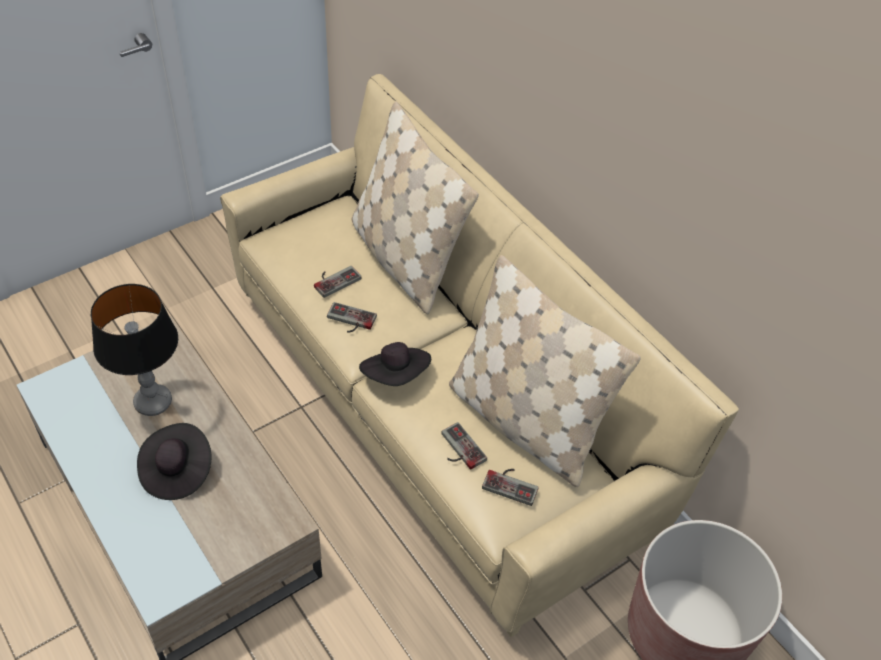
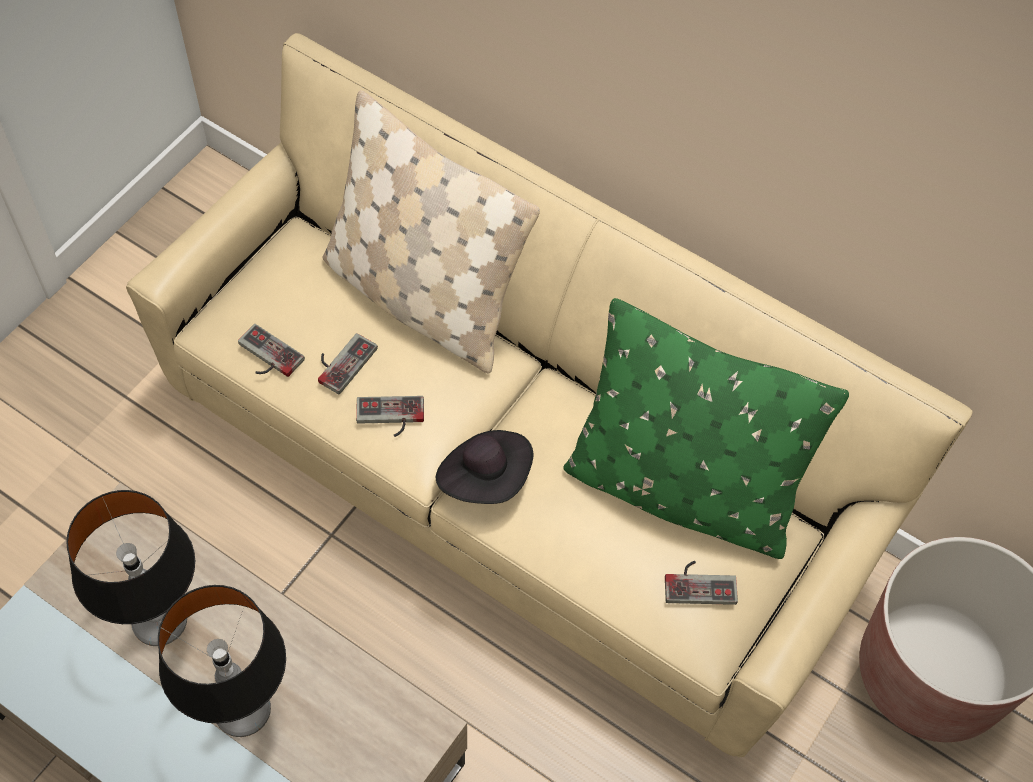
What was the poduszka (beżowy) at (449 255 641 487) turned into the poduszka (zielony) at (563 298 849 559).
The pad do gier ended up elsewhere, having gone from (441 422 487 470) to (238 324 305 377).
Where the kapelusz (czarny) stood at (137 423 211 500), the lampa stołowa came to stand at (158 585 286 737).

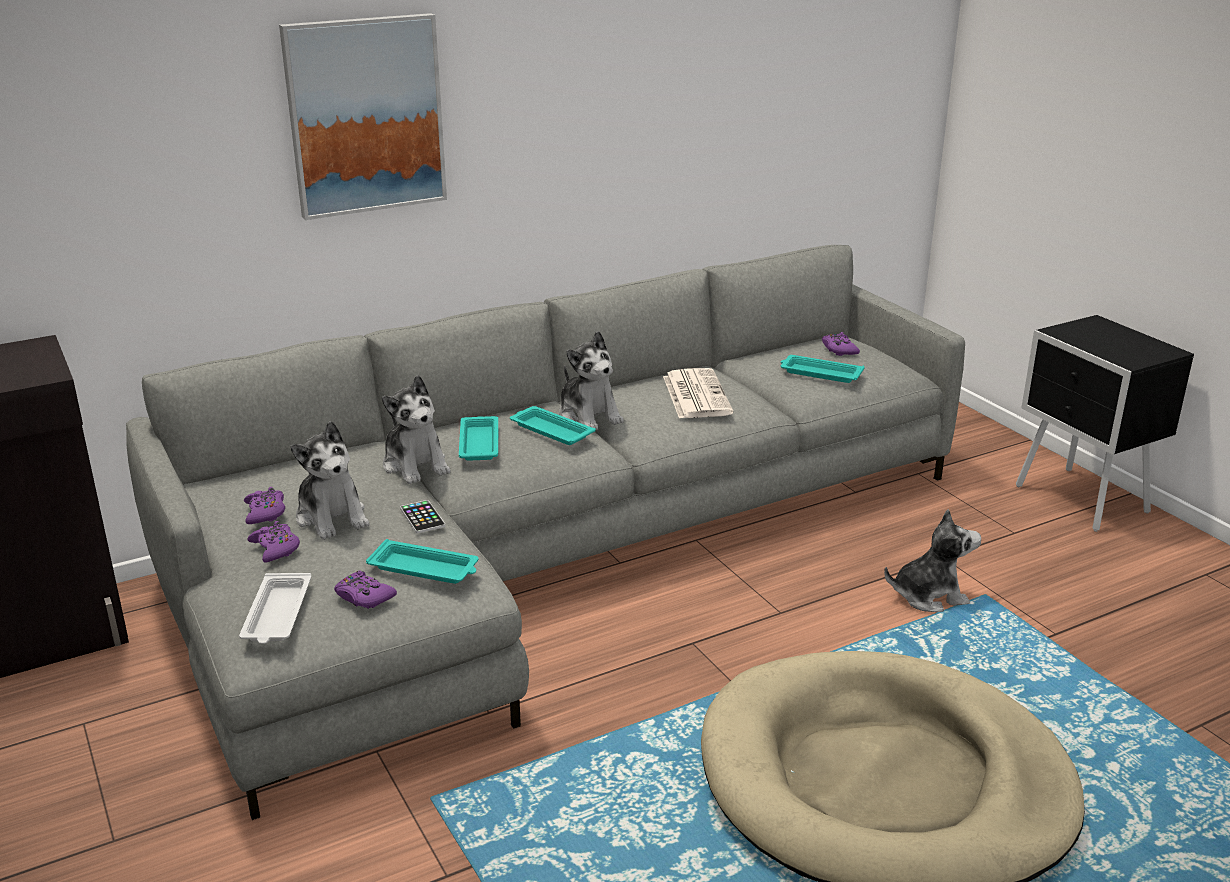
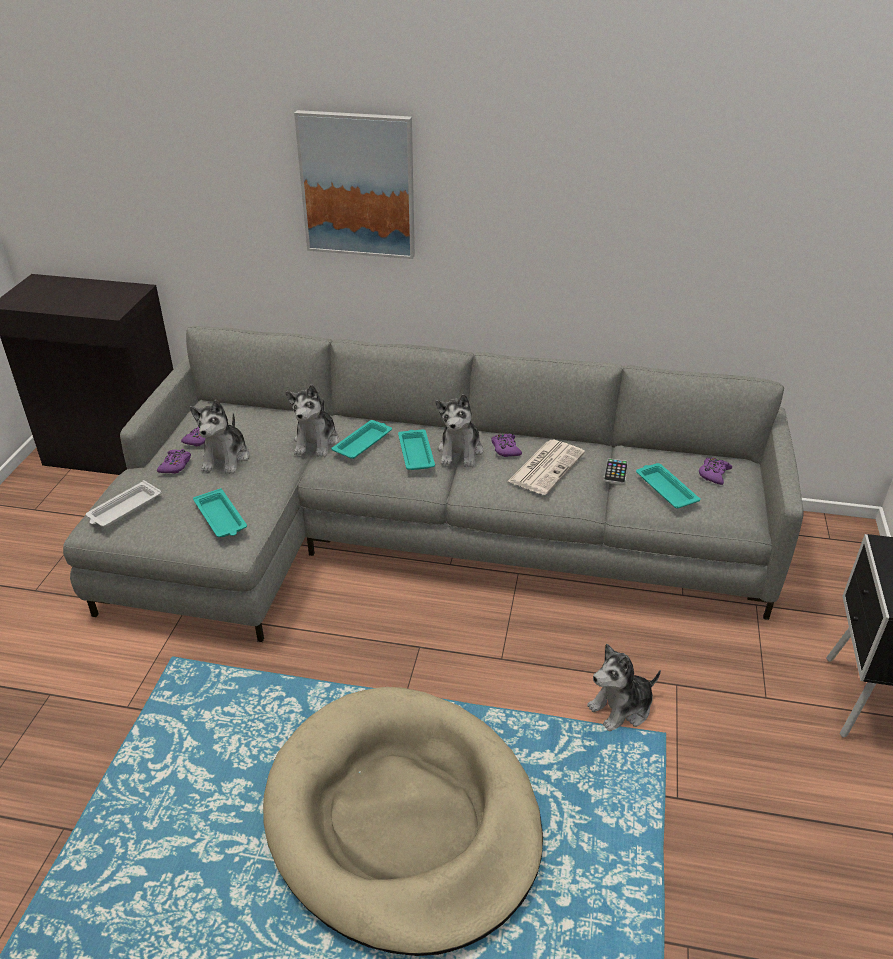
The telefon ended up elsewhere, having gone from (400 500 445 533) to (604 458 628 484).
The pluszak at (884 509 981 612) ended up facing another way, 120 degrees clockwise from before.
The pad do gier (fioletowy) ended up elsewhere, having gone from (334 571 397 609) to (491 433 522 457).

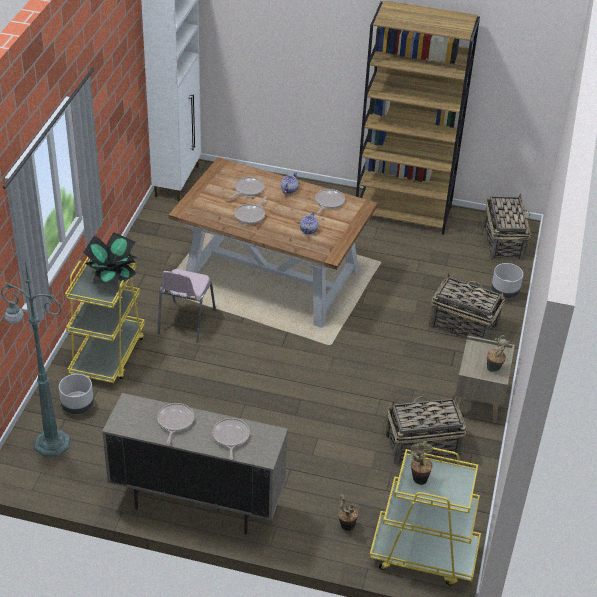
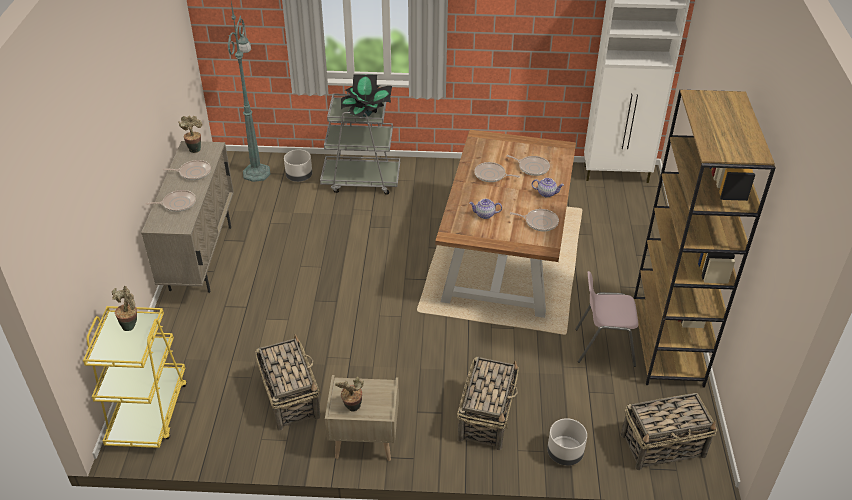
What was the wózek (żółty) at (65 257 145 383) turned into the wózek (szary) at (320 92 400 195).
The krzesło (różowy) ended up elsewhere, having gone from (158 269 216 343) to (575 271 638 367).
The roślina doniczkowa ended up elsewhere, having gone from (338 494 358 531) to (179 116 202 153).

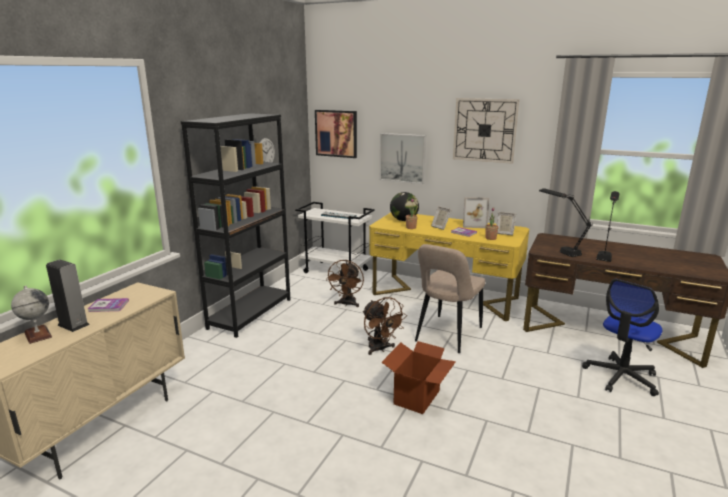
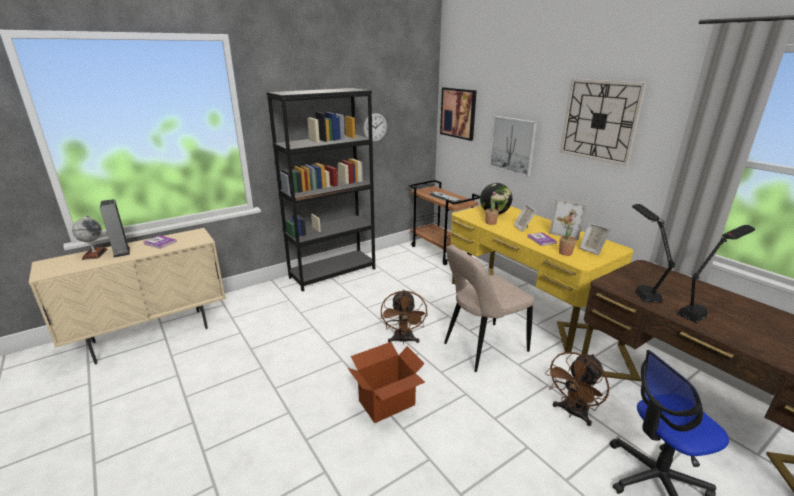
What was the wózek (biały) at (295 202 375 273) turned into the wózek (brązowy) at (408 180 480 265).
The wentylator (brązowy) ended up elsewhere, having gone from (327 260 364 307) to (545 352 609 426).

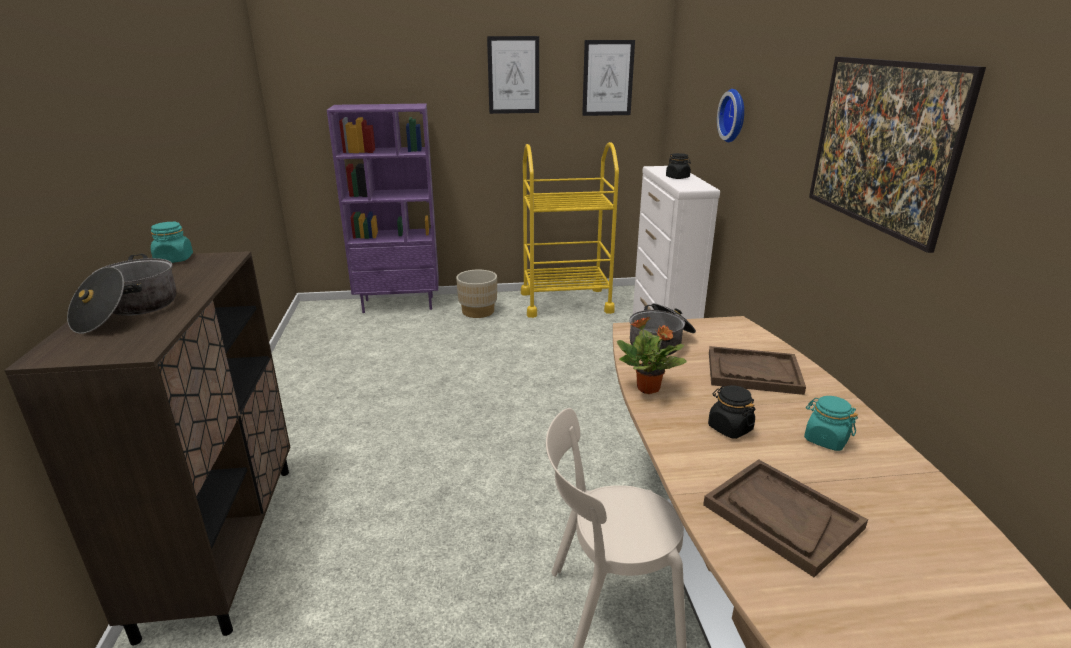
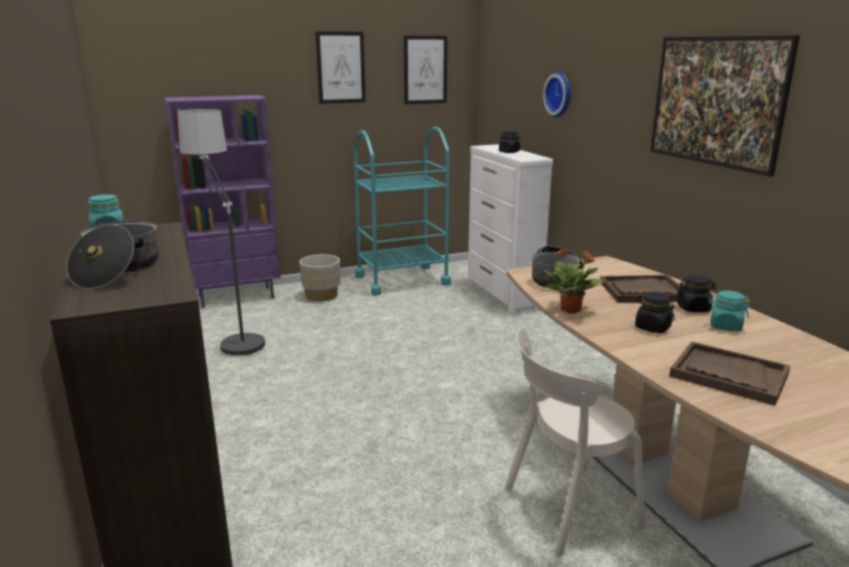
What was the wózek (żółty) at (521 142 619 318) turned into the wózek (turkusowy) at (353 127 451 296).
The second view gained the lampa stojąca at (177 109 265 358).
The second view gained the słoik (czarny) at (676 275 716 312).

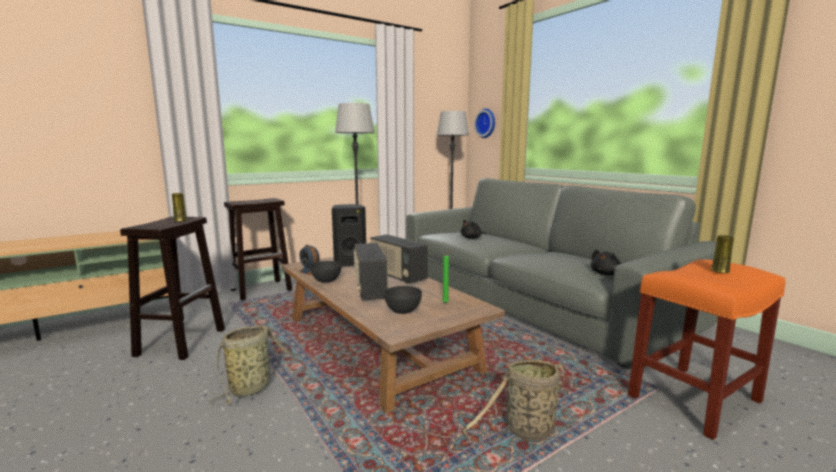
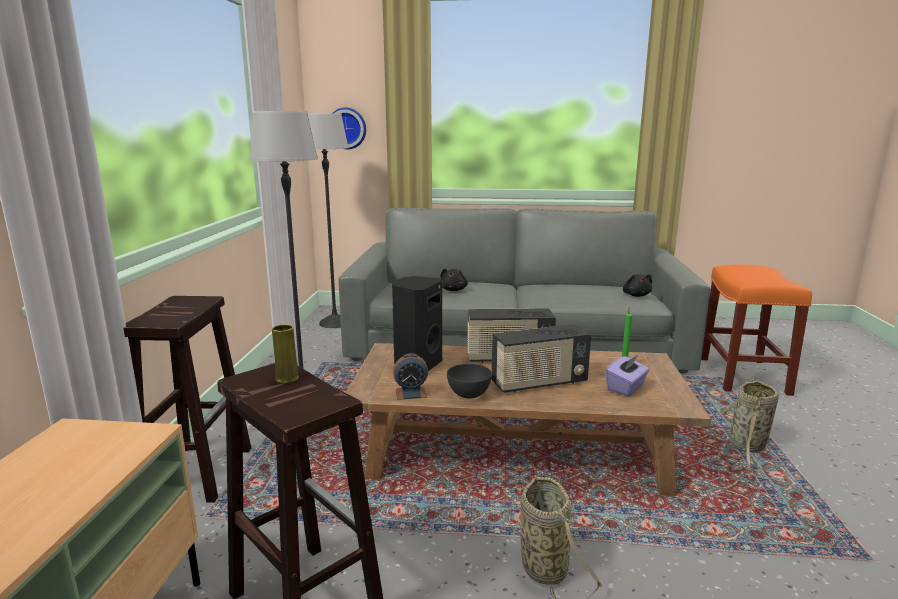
The second view lost the wazon (żółty) at (711 235 734 273).
The radio at (354 243 388 301) ended up facing another way, 45 degrees counterclockwise from before.
Where the miska (szary) stood at (384 286 422 314), the pudełko chusteczek (fioletowy) came to stand at (606 354 650 396).

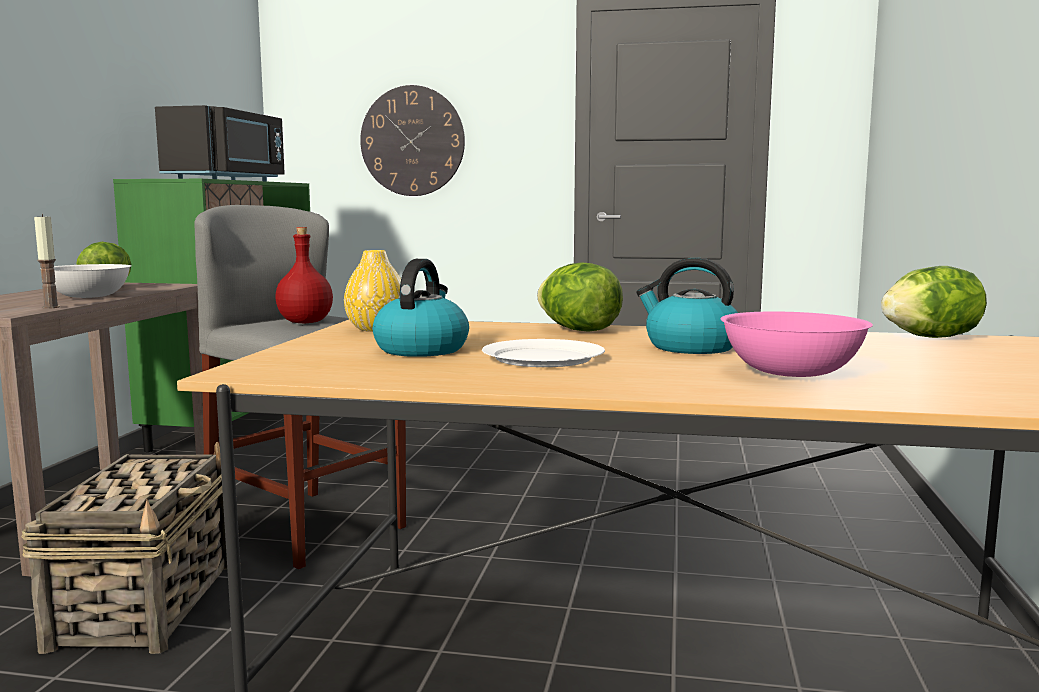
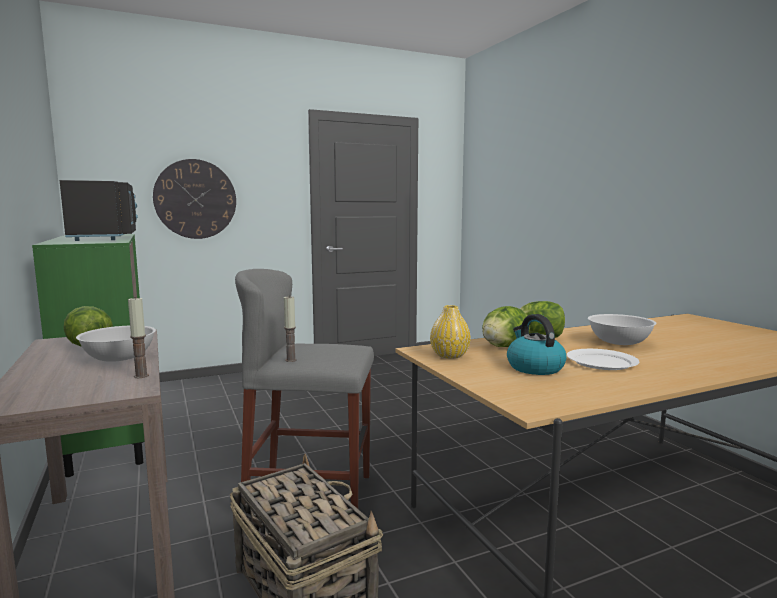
The second view lost the butelka (czerwony) at (275 227 333 324).
Where the czajnik stood at (636 257 738 354), the miska (biały) came to stand at (588 314 657 345).
The sałata ended up elsewhere, having gone from (881 266 987 338) to (482 306 530 347).
The second view lost the miska (różowy) at (720 311 873 377).
The second view gained the świeca at (284 297 297 362).

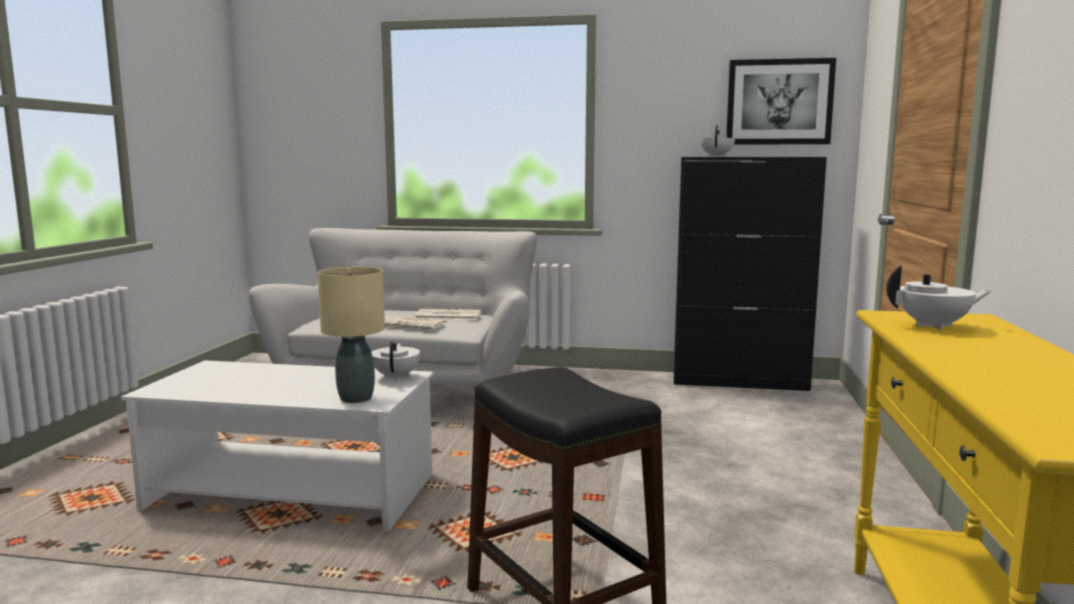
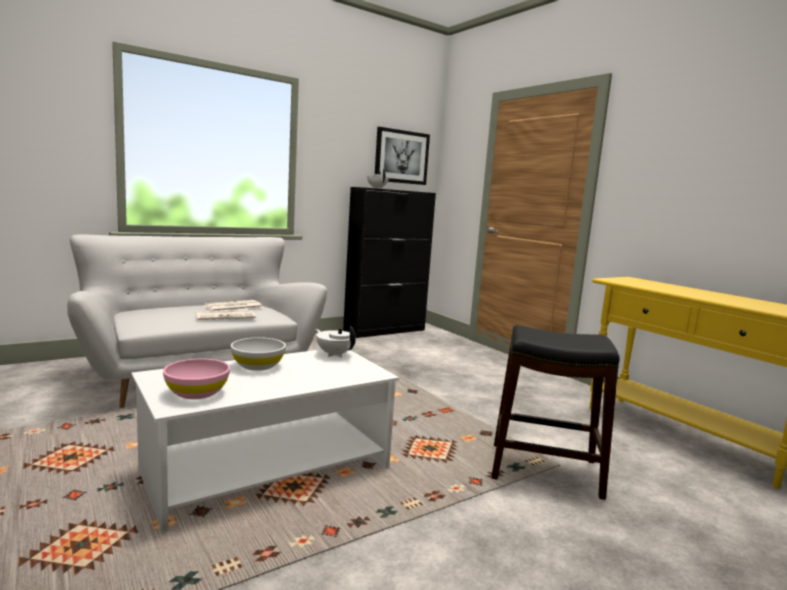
The second view lost the imbryk (biały) at (887 265 991 330).
The second view lost the lampa stołowa (beżowy) at (317 267 385 403).
The second view gained the miska (biały) at (231 337 286 371).
The second view gained the miska (różowy) at (163 358 230 399).

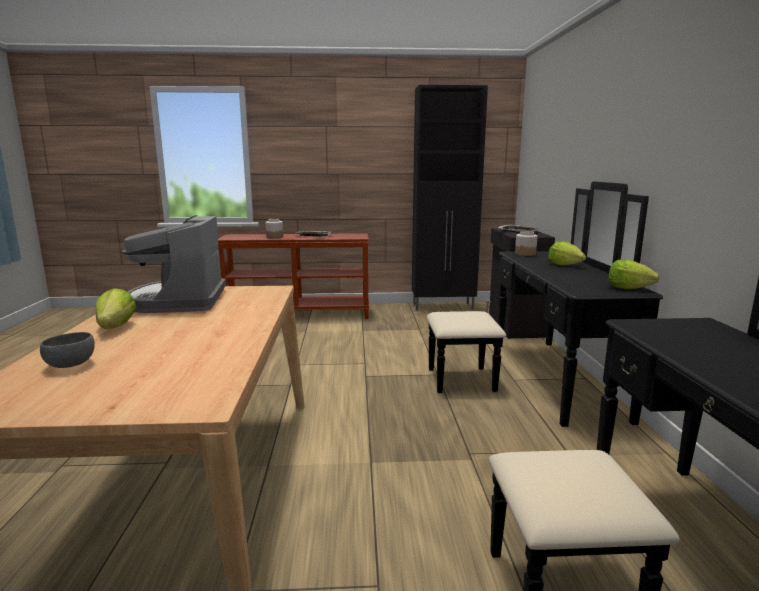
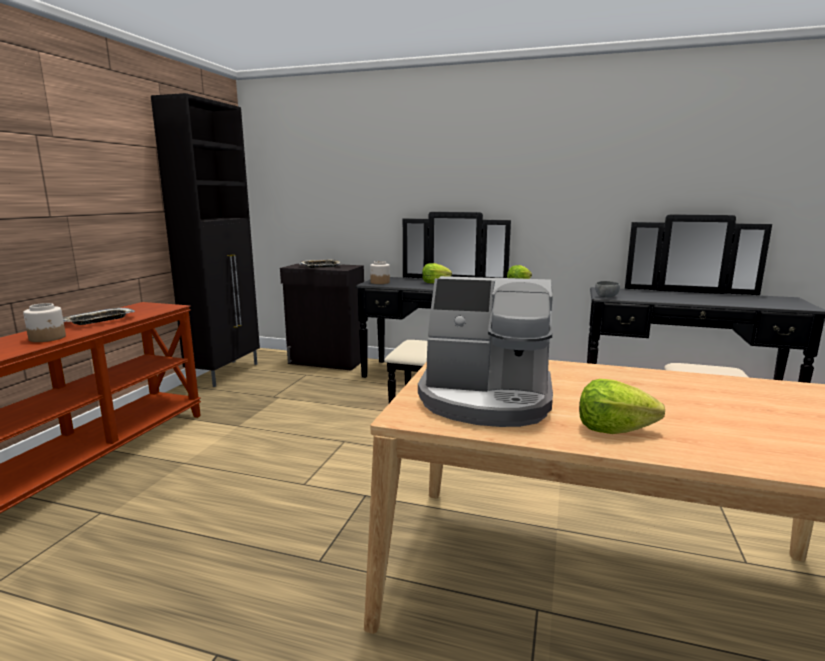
The miska (szary) ended up elsewhere, having gone from (40 332 95 368) to (595 281 620 297).

